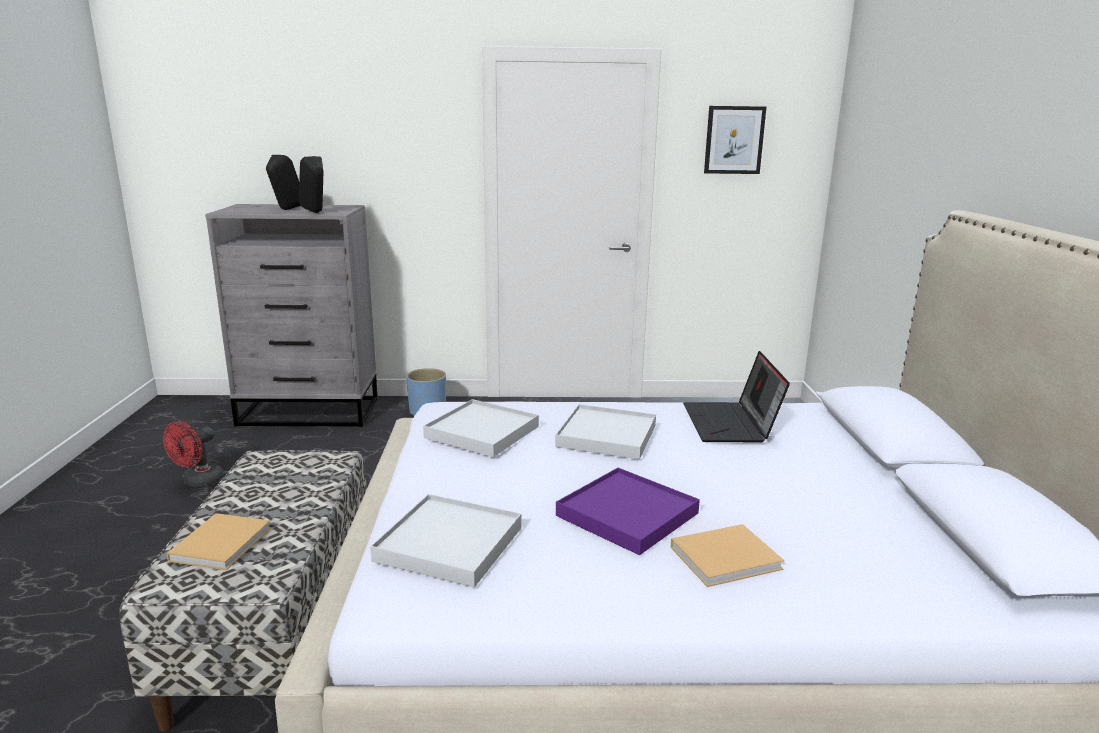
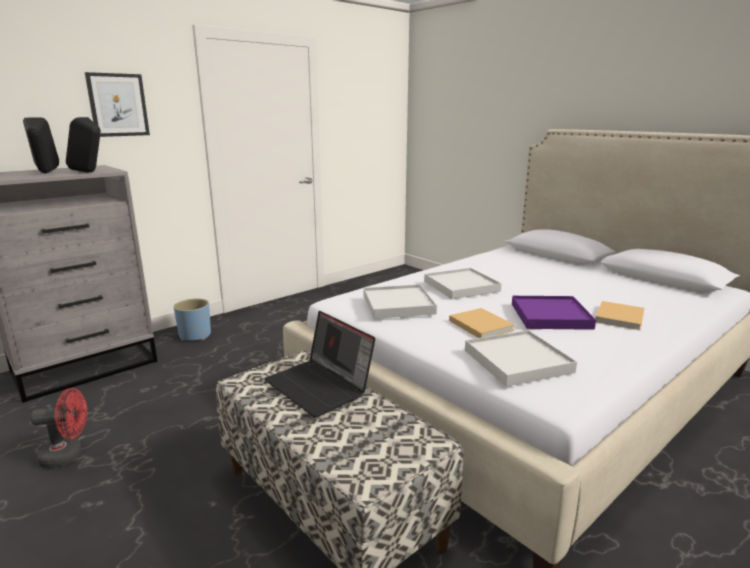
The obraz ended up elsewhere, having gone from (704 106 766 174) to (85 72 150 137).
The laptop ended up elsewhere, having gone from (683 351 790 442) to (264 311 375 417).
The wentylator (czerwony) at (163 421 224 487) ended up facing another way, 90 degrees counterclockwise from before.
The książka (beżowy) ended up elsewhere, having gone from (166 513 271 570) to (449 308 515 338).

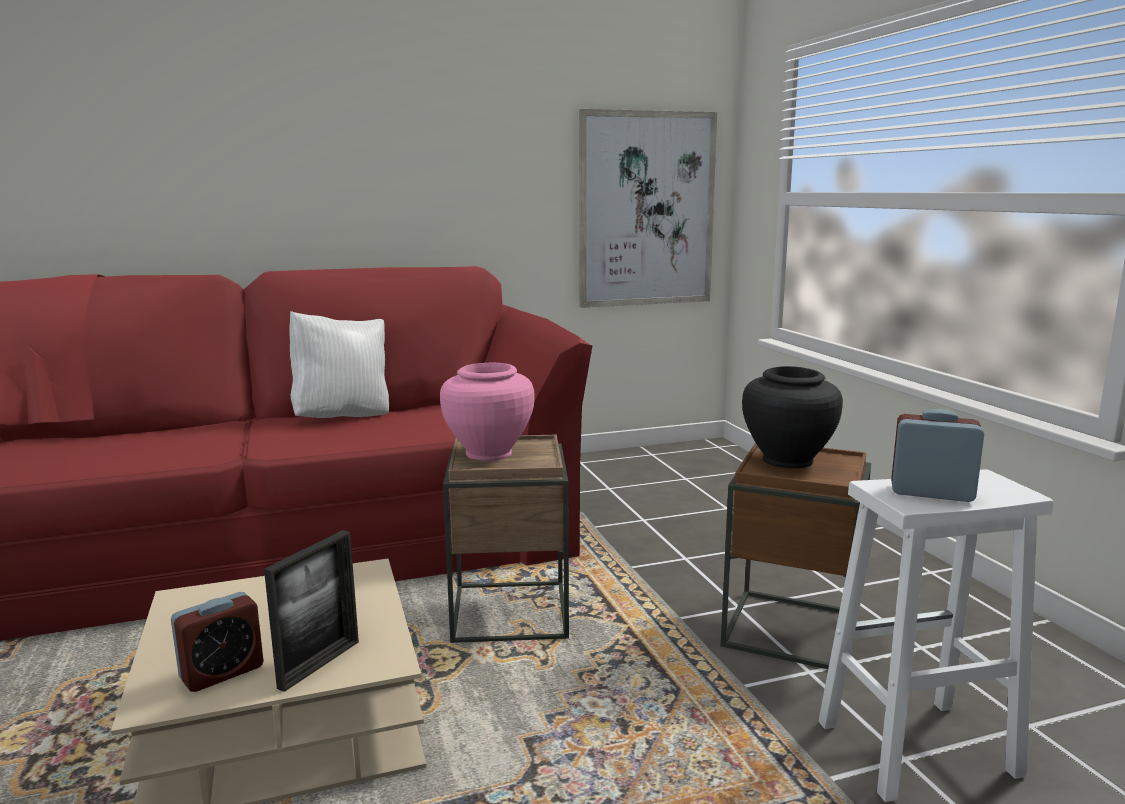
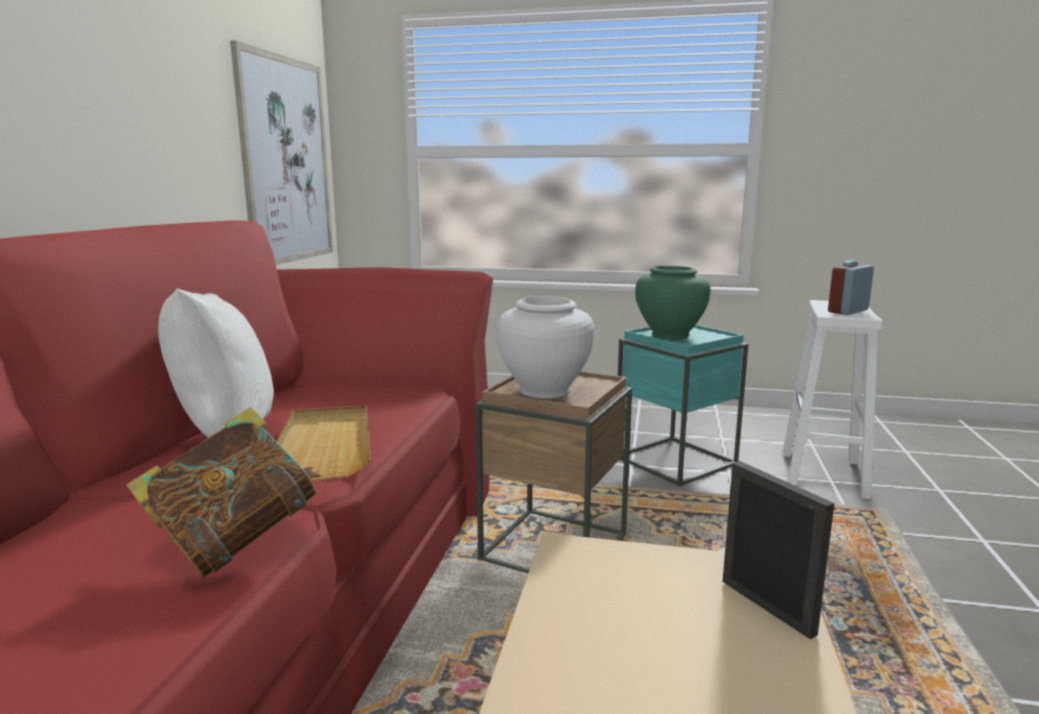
What was the wazon (różowy) at (440 363 535 461) turned into the wazon (biały) at (496 296 595 399).
What was the wazon (czarny) at (742 366 843 468) turned into the wazon (zielony) at (635 266 711 340).
What was the stolik (brązowy) at (721 443 871 669) turned into the stolik (turkusowy) at (618 325 748 486).
The second view lost the budzik at (171 592 264 692).
The second view gained the taca (beżowy) at (277 405 371 481).
The second view gained the książka at (126 407 321 578).

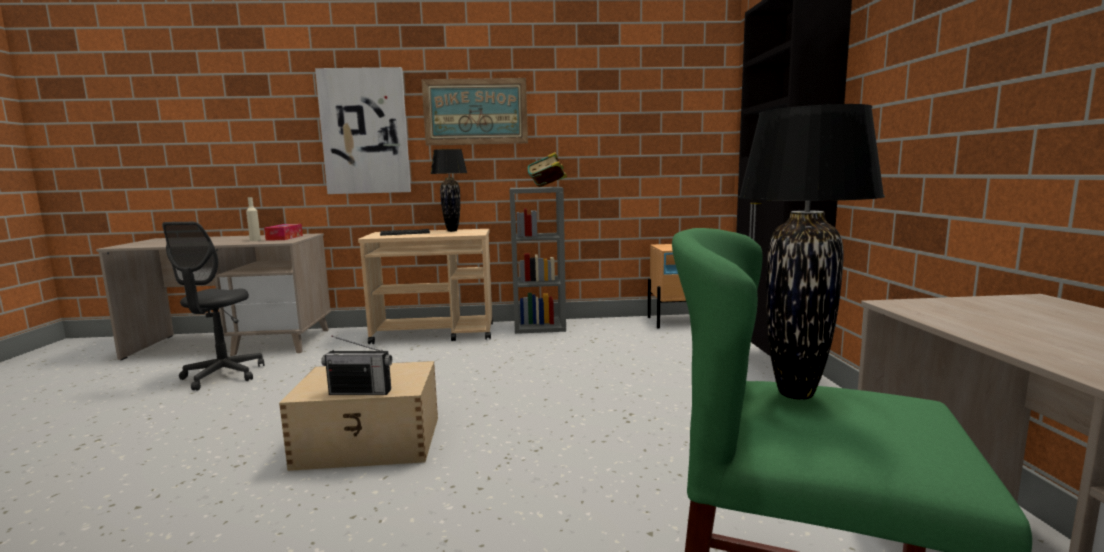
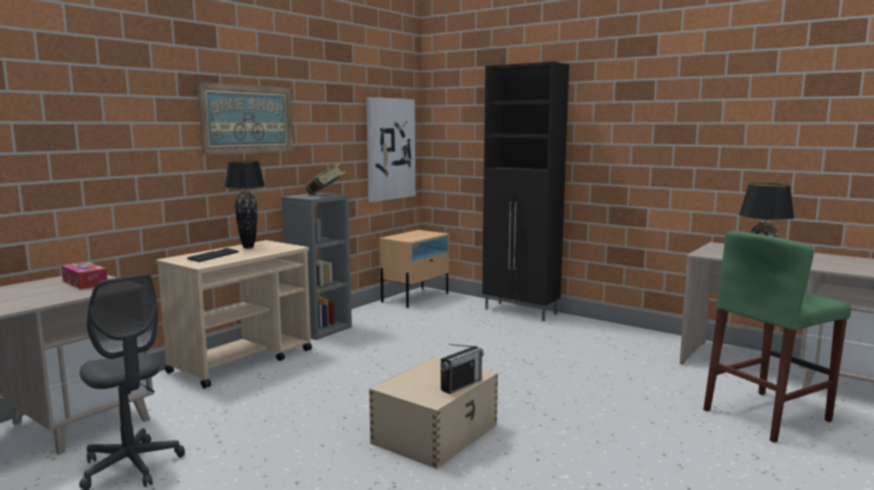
The obraz ended up elsewhere, having gone from (315 67 411 194) to (366 97 415 202).
The second view lost the butelka (beżowy) at (246 197 261 241).

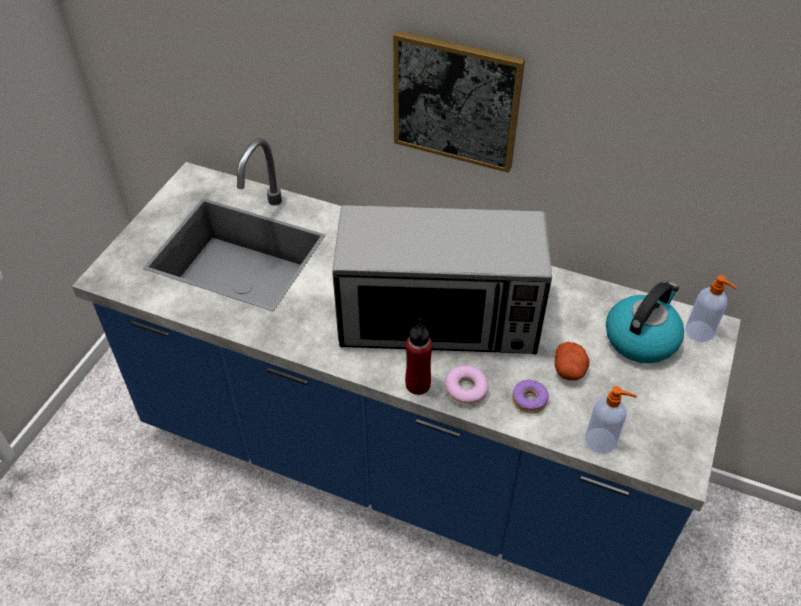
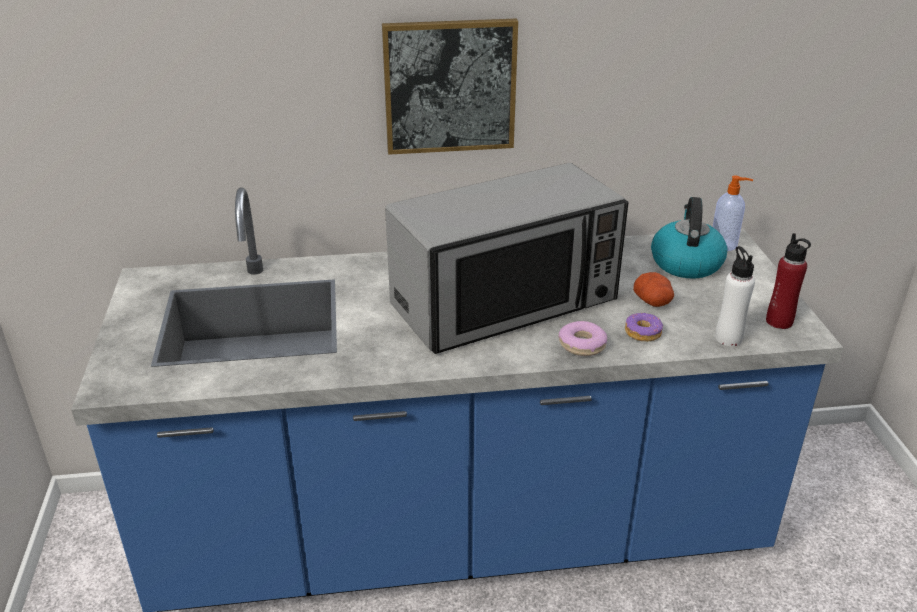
The butelka (czerwony) ended up elsewhere, having gone from (405 318 432 395) to (766 233 811 329).
Where the dozownik mydła stood at (585 386 637 454), the butelka (biały) came to stand at (715 246 755 346).

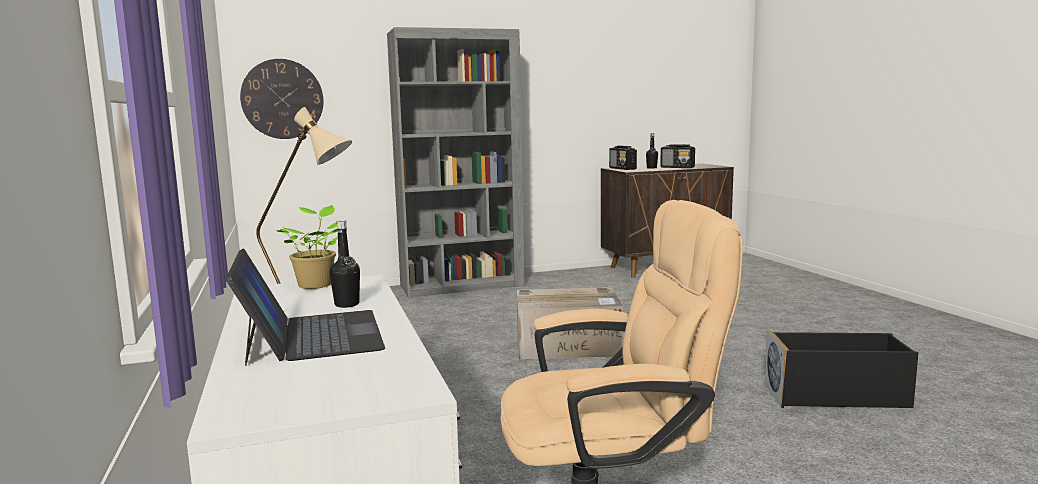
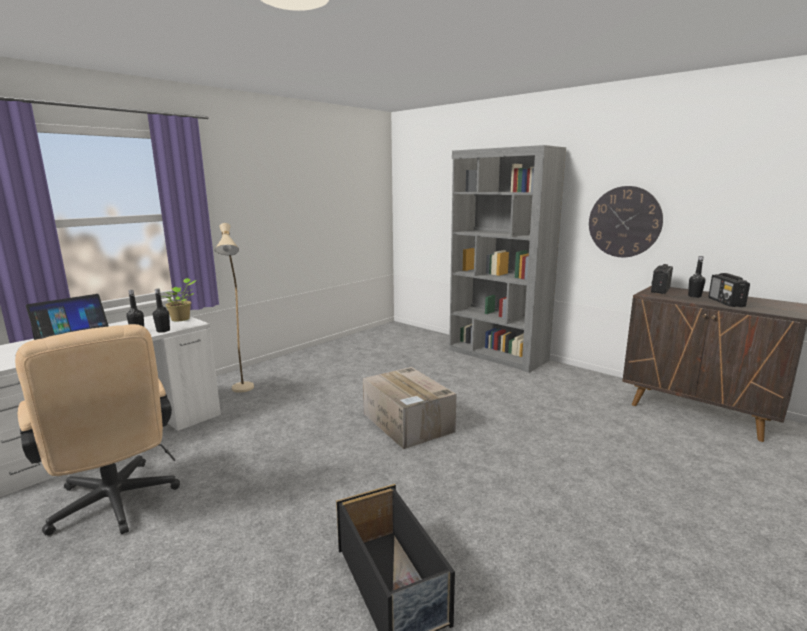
The zegar ścienny ended up elsewhere, having gone from (240 59 324 139) to (589 186 663 257).
The second view gained the butelka (czarny) at (153 289 170 332).

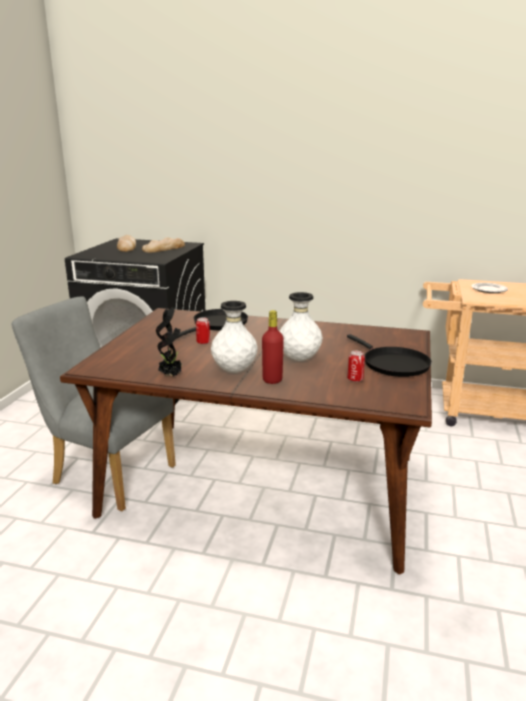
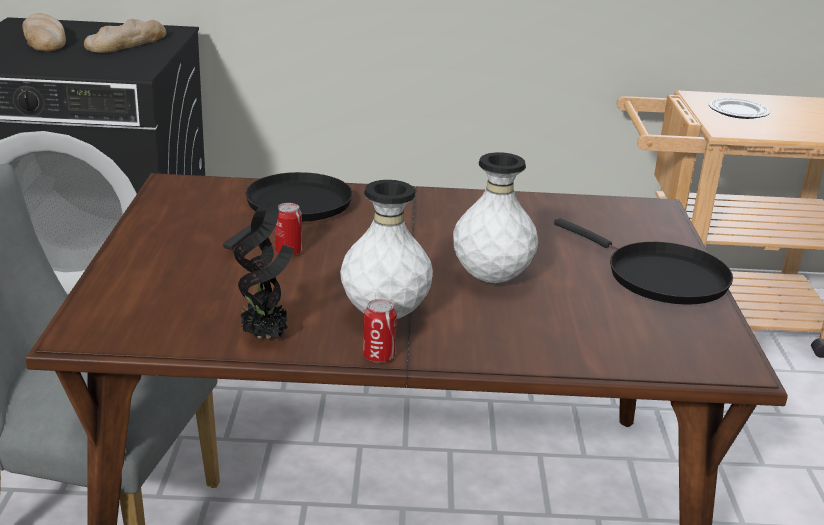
The second view lost the butelka (czerwony) at (262 310 284 384).
The puszka ended up elsewhere, having gone from (348 351 365 382) to (363 299 397 363).

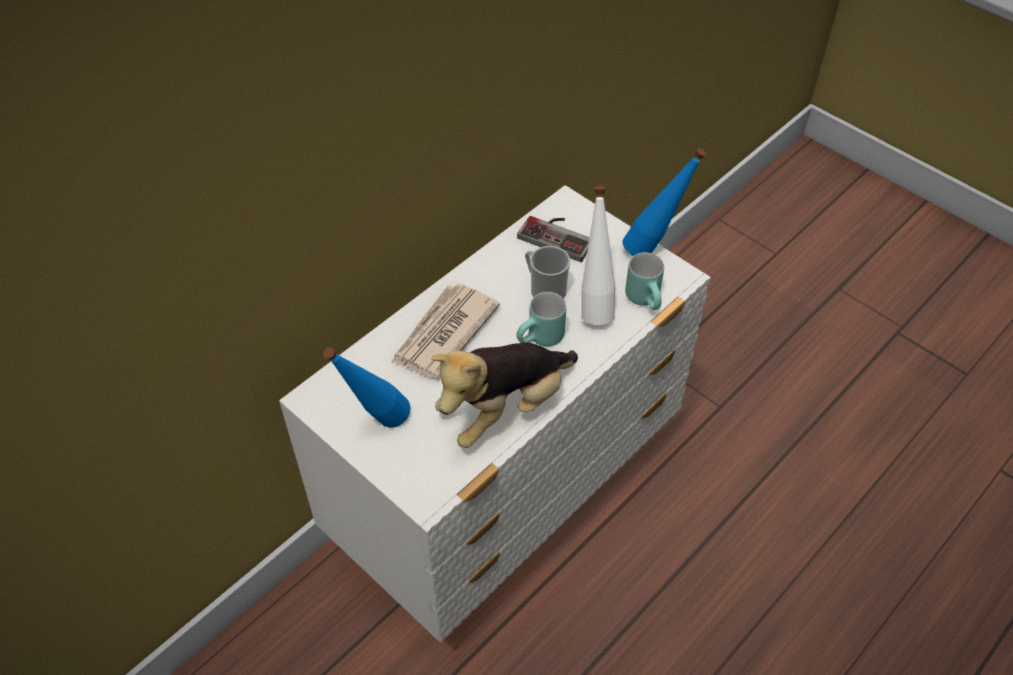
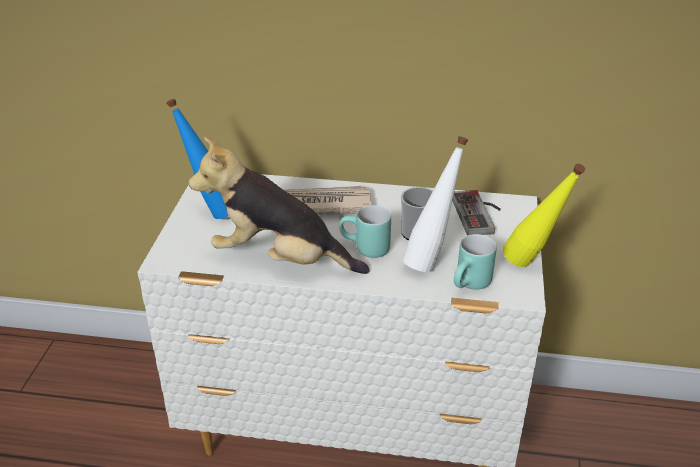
What was the butelka (niebieski) at (623 148 706 256) turned into the butelka (żółty) at (503 164 585 267).

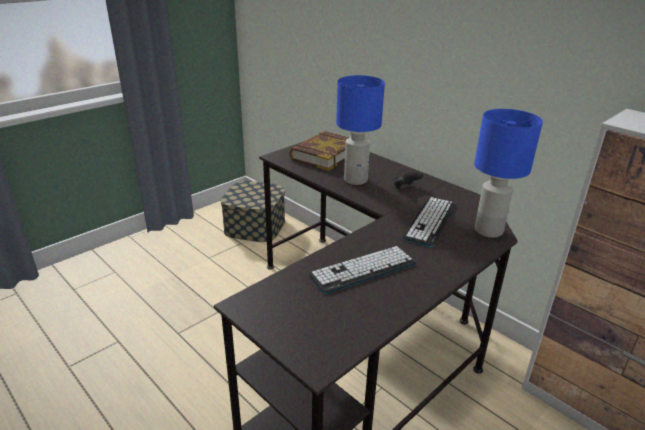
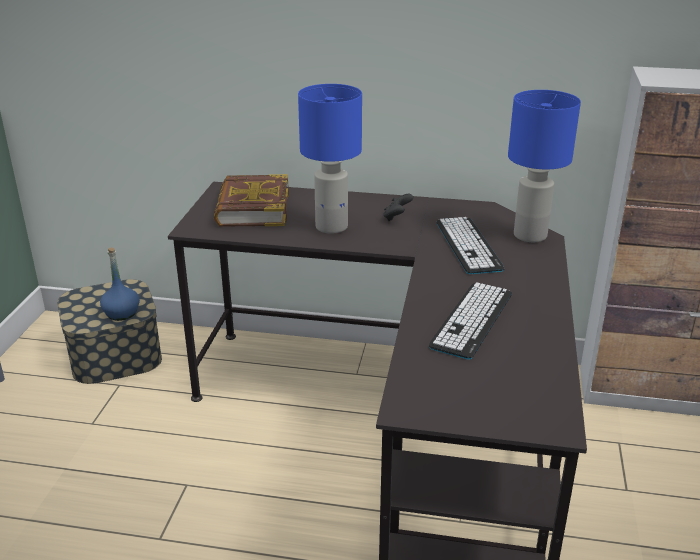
The second view gained the butelka (niebieski) at (100 248 140 321).

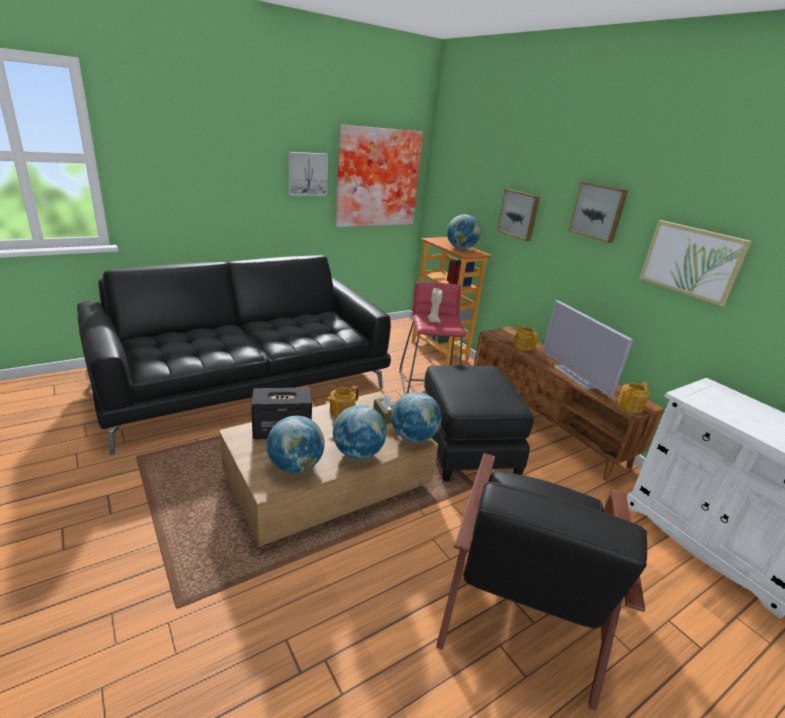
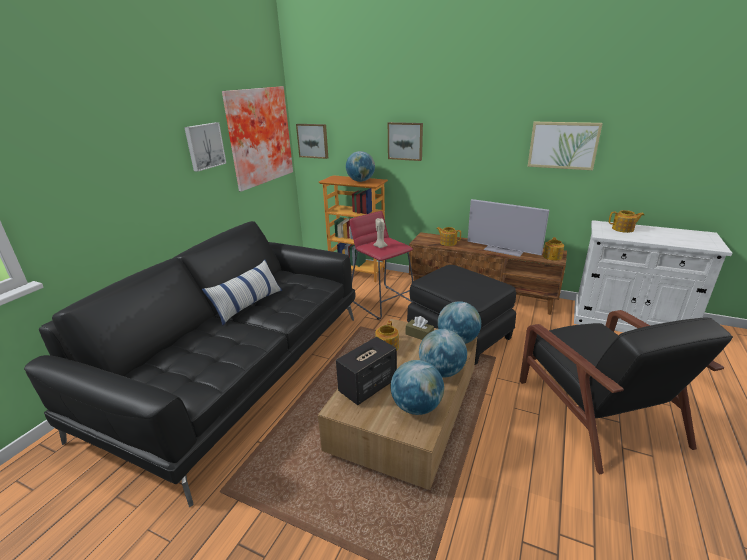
The obraz ended up elsewhere, having gone from (569 182 628 243) to (296 124 328 159).
The second view gained the imbryk at (609 210 644 233).
The second view gained the poduszka at (202 260 282 325).

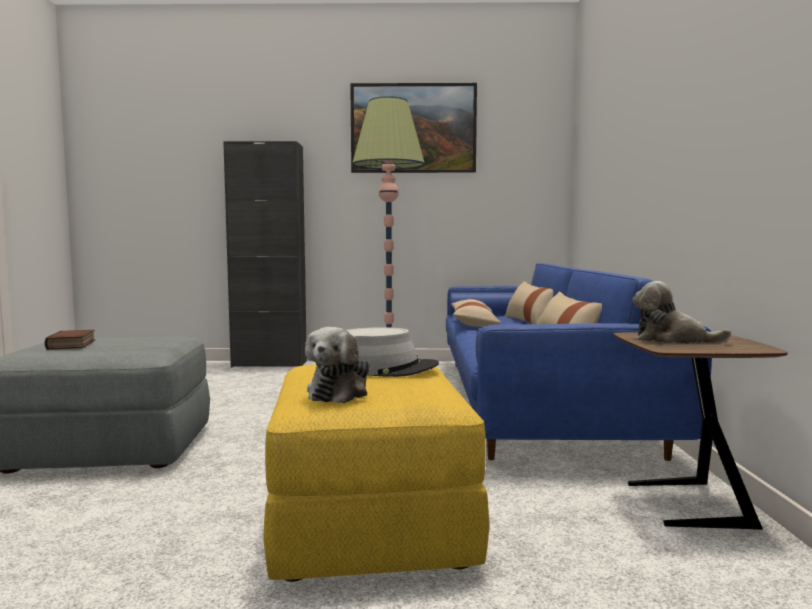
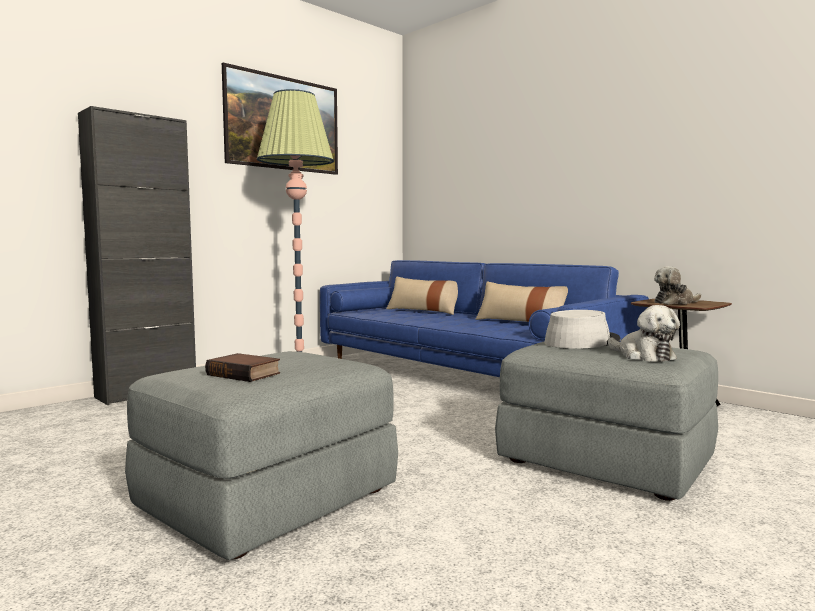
The second view lost the poduszka (beżowy) at (451 299 501 327).
What was the pufa (żółty) at (263 364 490 582) turned into the pufa (szary) at (495 341 718 501).

